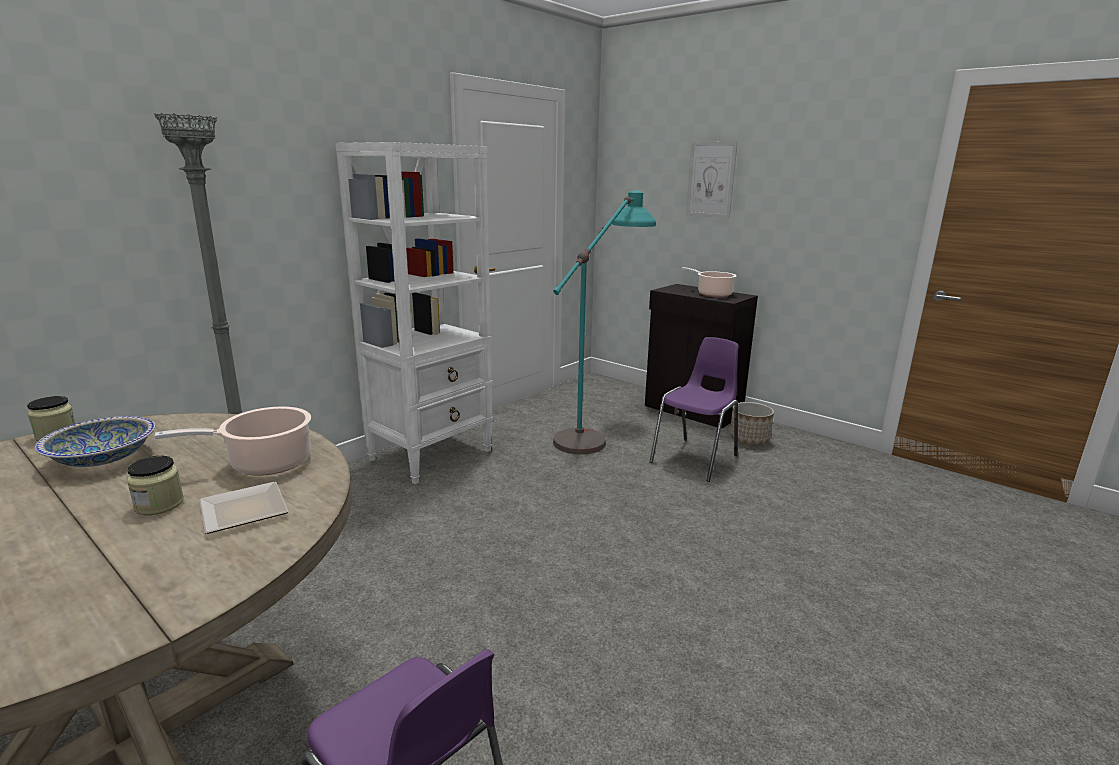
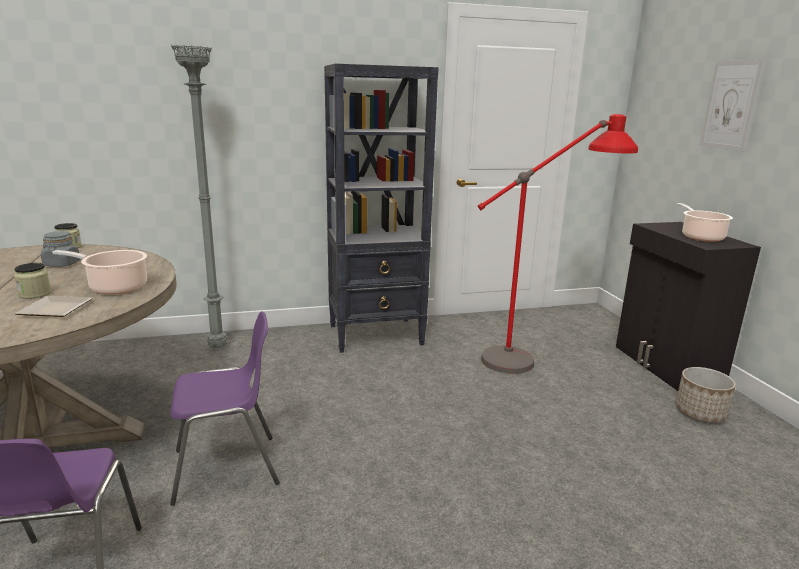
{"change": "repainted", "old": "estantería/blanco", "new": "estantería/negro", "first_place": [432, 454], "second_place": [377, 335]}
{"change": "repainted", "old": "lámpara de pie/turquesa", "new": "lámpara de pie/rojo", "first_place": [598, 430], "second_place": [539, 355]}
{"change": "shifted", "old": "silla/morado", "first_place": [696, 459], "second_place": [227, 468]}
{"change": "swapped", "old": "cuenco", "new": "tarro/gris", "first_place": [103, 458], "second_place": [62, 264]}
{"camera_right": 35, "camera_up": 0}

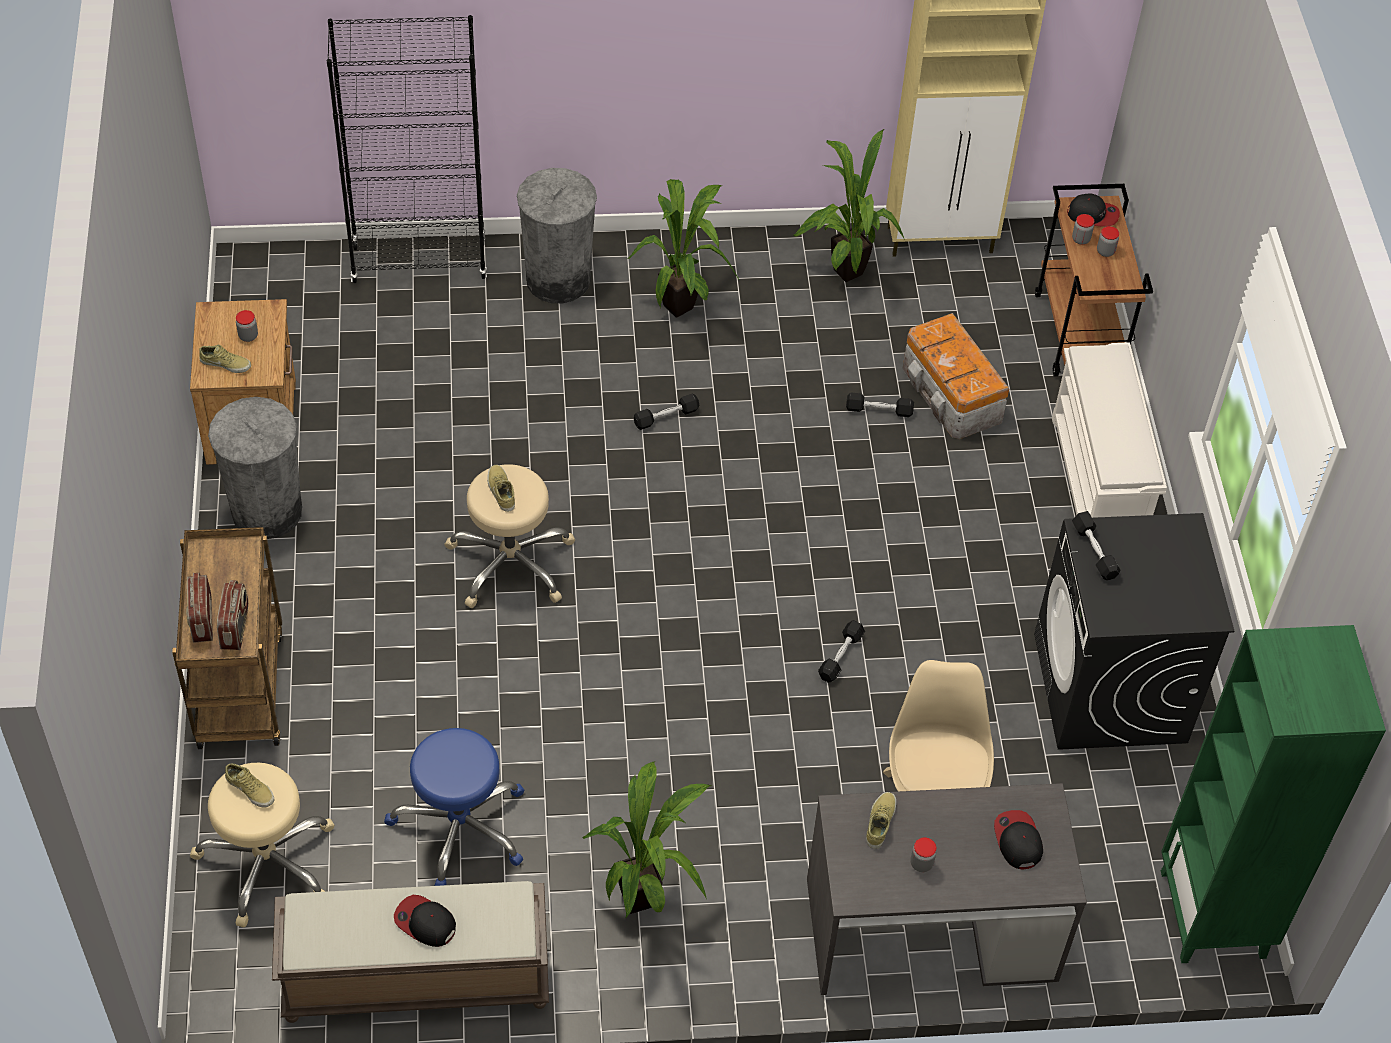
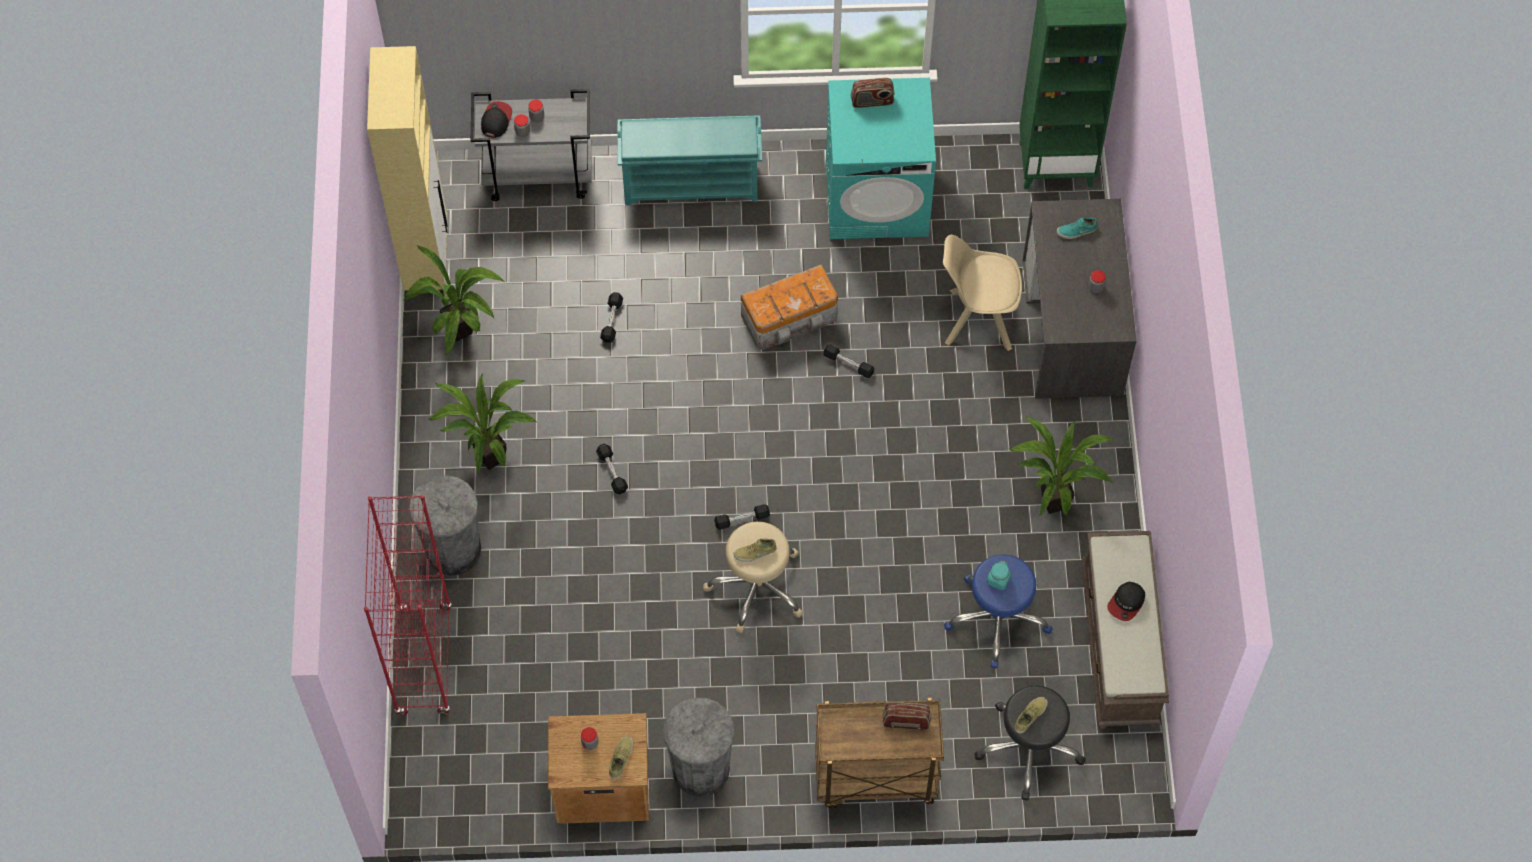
{"change": "repainted", "old": "estantería/negro", "new": "estantería/rojo", "first_place": [419, 262], "second_place": [424, 661]}
{"change": "repainted", "old": "carrito/marrón", "new": "carrito/gris", "first_place": [1080, 334], "second_place": [539, 175]}
{"change": "shifted", "old": "caja de almacenaje", "first_place": [951, 395], "second_place": [791, 318]}
{"change": "repainted", "old": "zapatero/blanco", "new": "zapatero/turquesa", "first_place": [1097, 484], "second_place": [692, 182]}
{"change": "shifted", "old": "mancuerna/negro", "first_place": [1094, 551], "second_place": [742, 520]}
{"change": "repainted", "old": "lavadora/negro", "new": "lavadora/turquesa", "first_place": [1110, 689], "second_place": [877, 198]}
{"change": "shifted", "old": "radio", "first_place": [202, 620], "second_place": [872, 101]}
{"change": "repainted", "old": "taburete/beis", "new": "taburete/negro", "first_place": [268, 861], "second_place": [1029, 747]}
{"change": "gone", "old": "zapato/beis", "first_place": [879, 822]}
{"change": "swapped", "old": "gorra", "new": "zapato/turquesa", "first_place": [1017, 841], "second_place": [1076, 231]}
{"change": "new", "new": "tarro/turquesa", "second_place": [998, 580]}
{"camera_right": -85, "camera_up": 10}

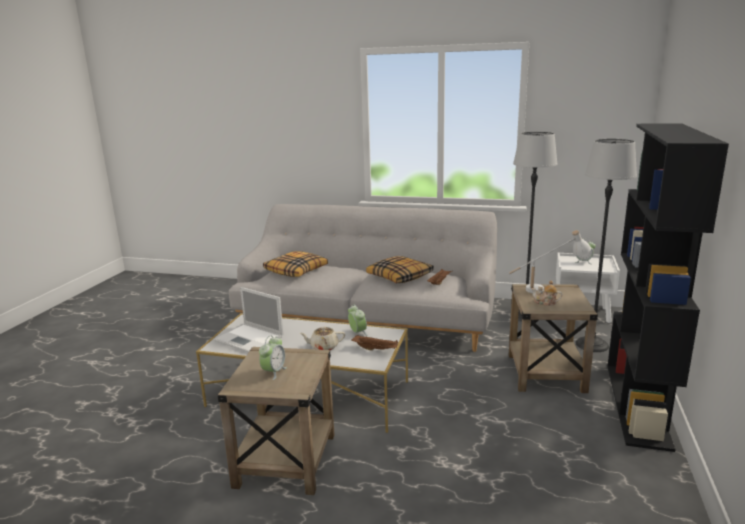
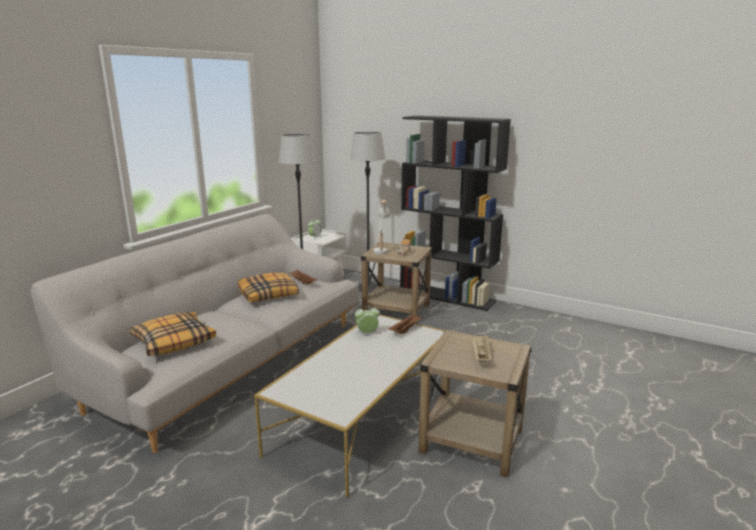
{"change": "gone", "old": "portátil", "first_place": [250, 339]}
{"change": "gone", "old": "tetera/beis", "first_place": [323, 347]}
{"change": "swapped", "old": "despertador", "new": "bandeja/beis", "first_place": [273, 372], "second_place": [480, 355]}
{"camera_right": -75, "camera_up": 0}

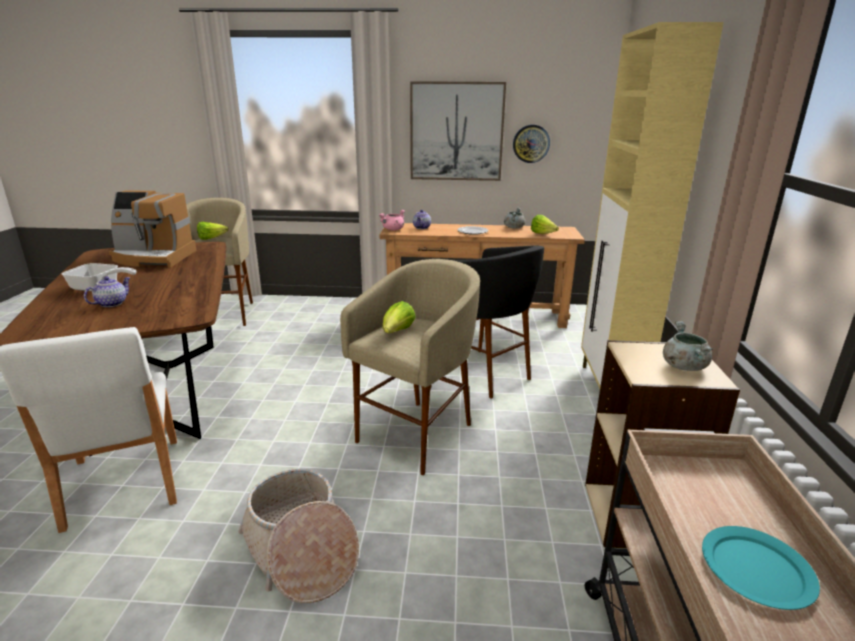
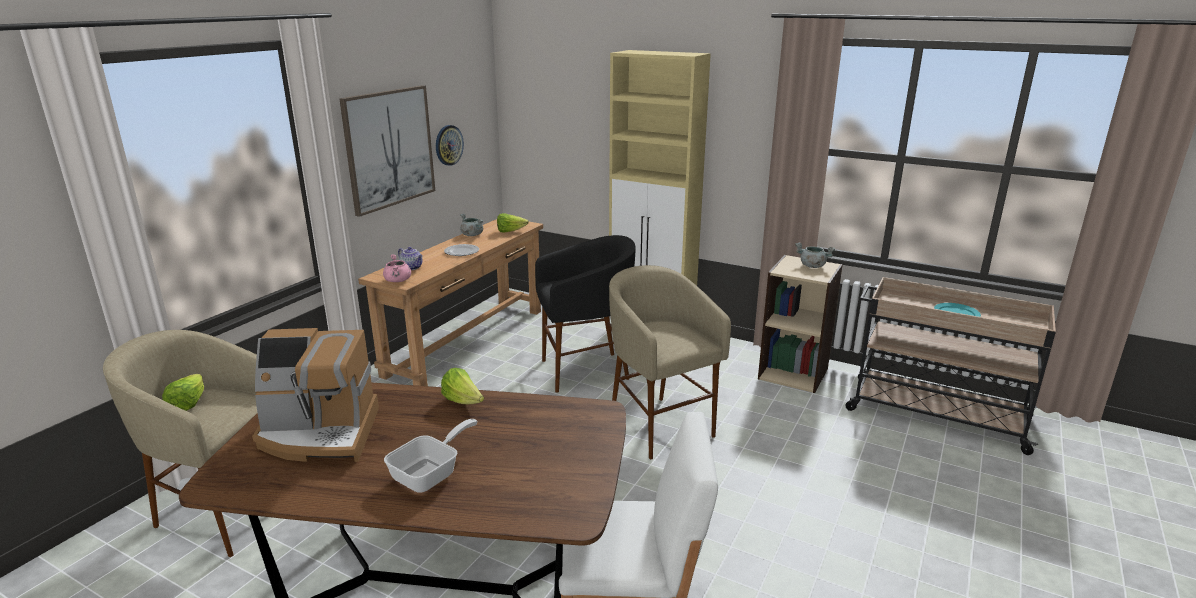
{"change": "rotated", "old": "cafetera", "first_place": [153, 257], "second_place": [320, 434], "degrees": 60}
{"change": "gone", "old": "tetera", "first_place": [111, 303]}
{"change": "shifted", "old": "lechuga", "first_place": [397, 332], "second_place": [463, 401]}
{"change": "gone", "old": "cesta", "first_place": [301, 552]}
{"camera_right": -65, "camera_up": 0}

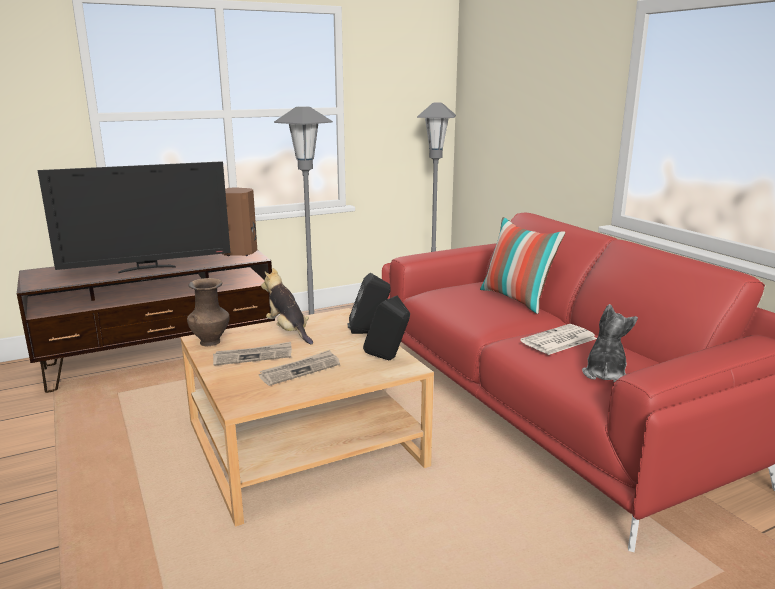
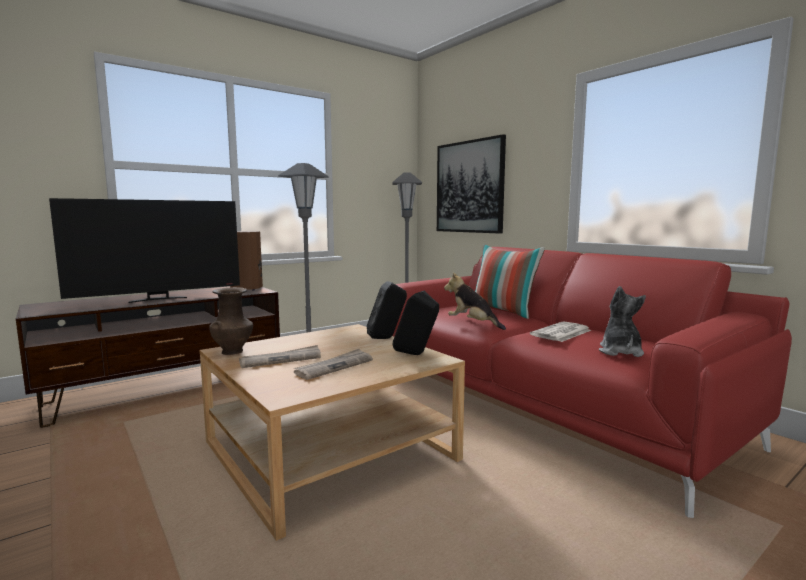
{"change": "shifted", "old": "peluche", "first_place": [288, 331], "second_place": [472, 324]}
{"change": "new", "new": "cuadro", "second_place": [469, 187]}
{"camera_right": -10, "camera_up": -10}

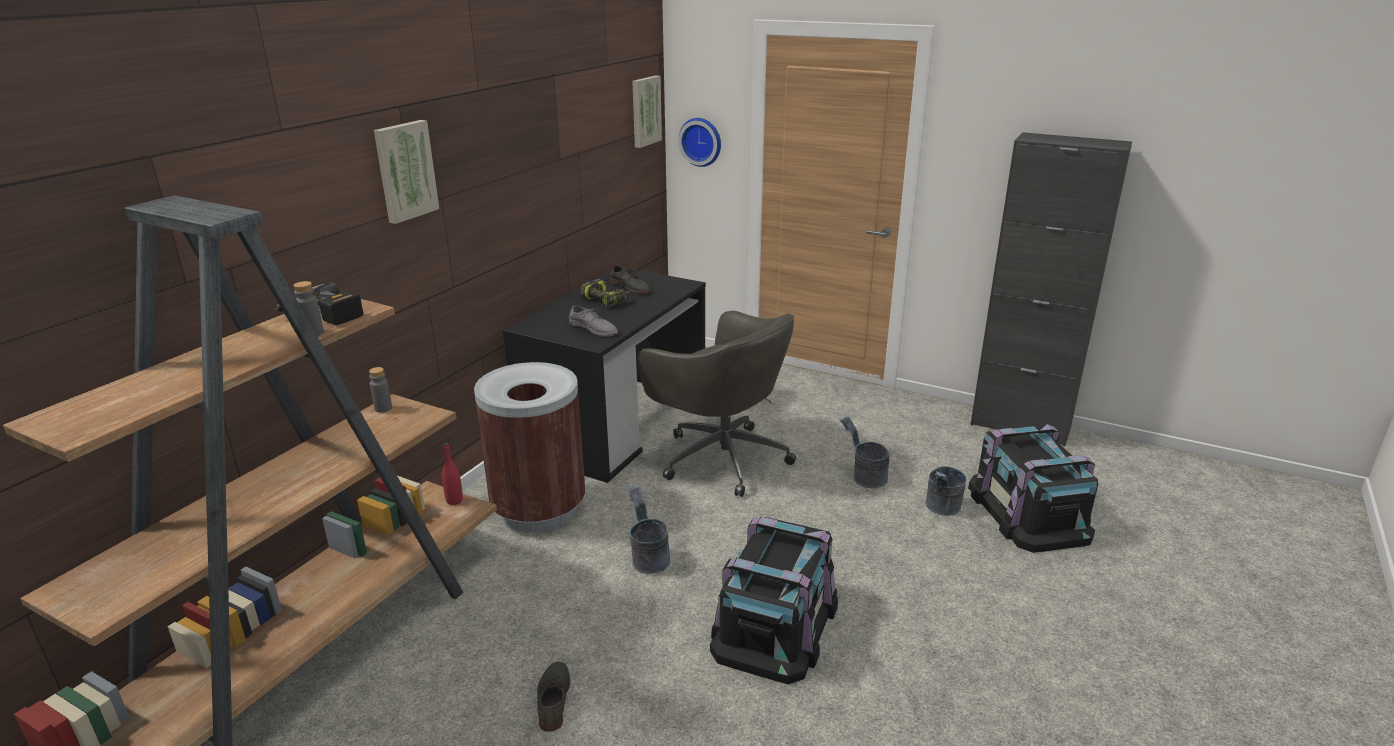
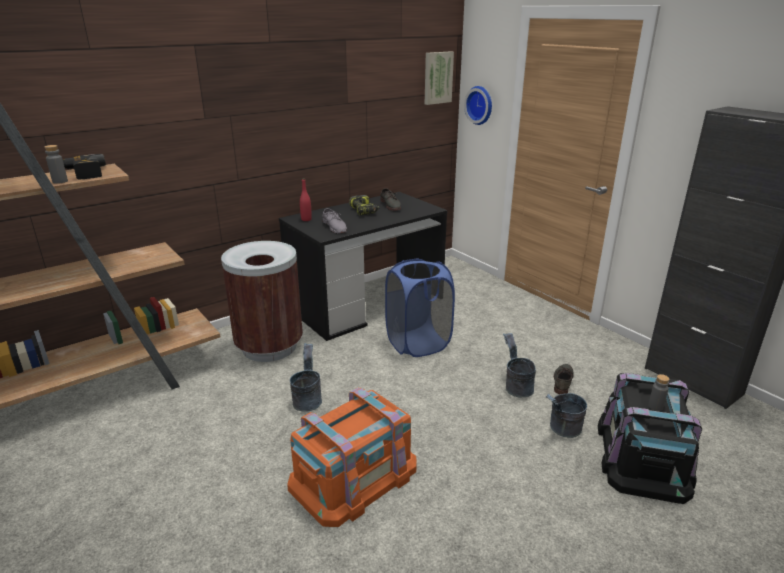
{"change": "gone", "old": "cuadro", "first_place": [404, 171]}
{"change": "swapped", "old": "silla de oficina/gris", "new": "cesto de la ropa/azul", "first_place": [721, 457], "second_place": [418, 343]}
{"change": "shifted", "old": "botella/gris", "first_place": [383, 408], "second_place": [655, 407]}
{"change": "shifted", "old": "botella/rojo", "first_place": [454, 500], "second_place": [306, 219]}
{"change": "repainted", "old": "caja de almacenaje/negro", "new": "caja de almacenaje/naranja", "first_place": [776, 623], "second_place": [354, 476]}
{"change": "shifted", "old": "zapato/gris", "first_place": [553, 698], "second_place": [562, 381]}
{"camera_right": 25, "camera_up": 0}

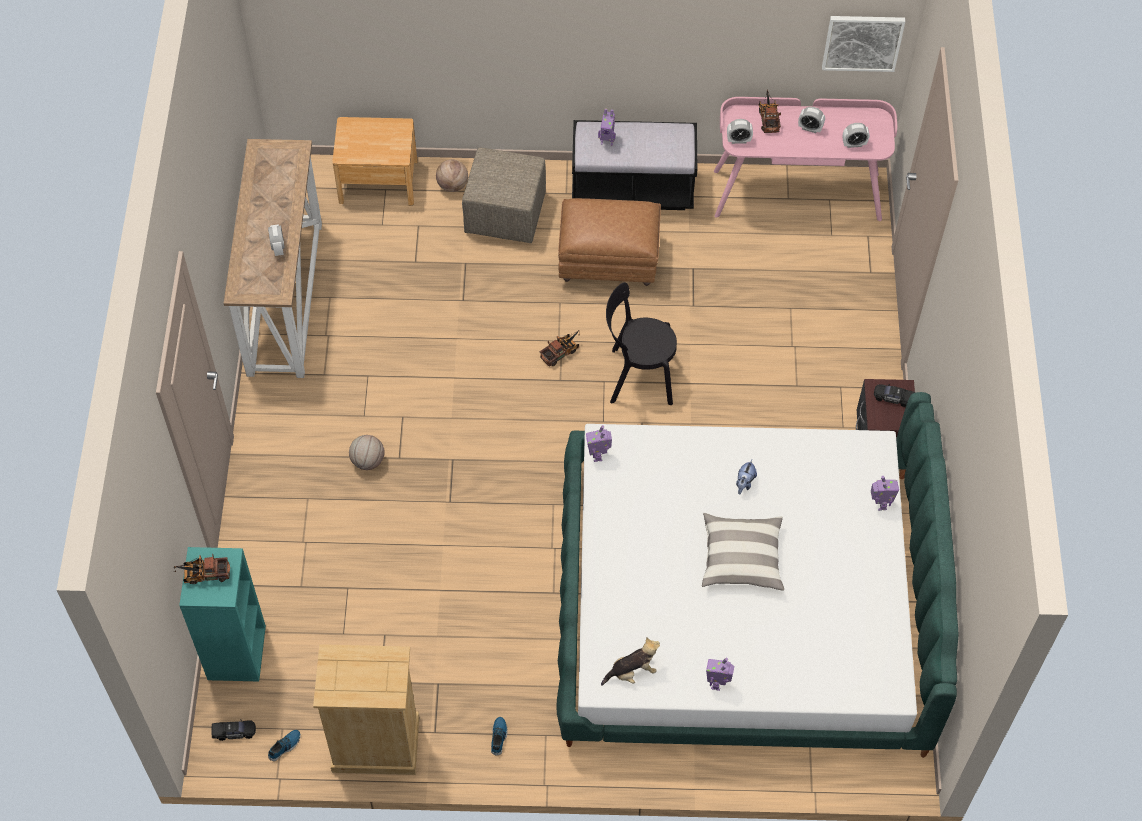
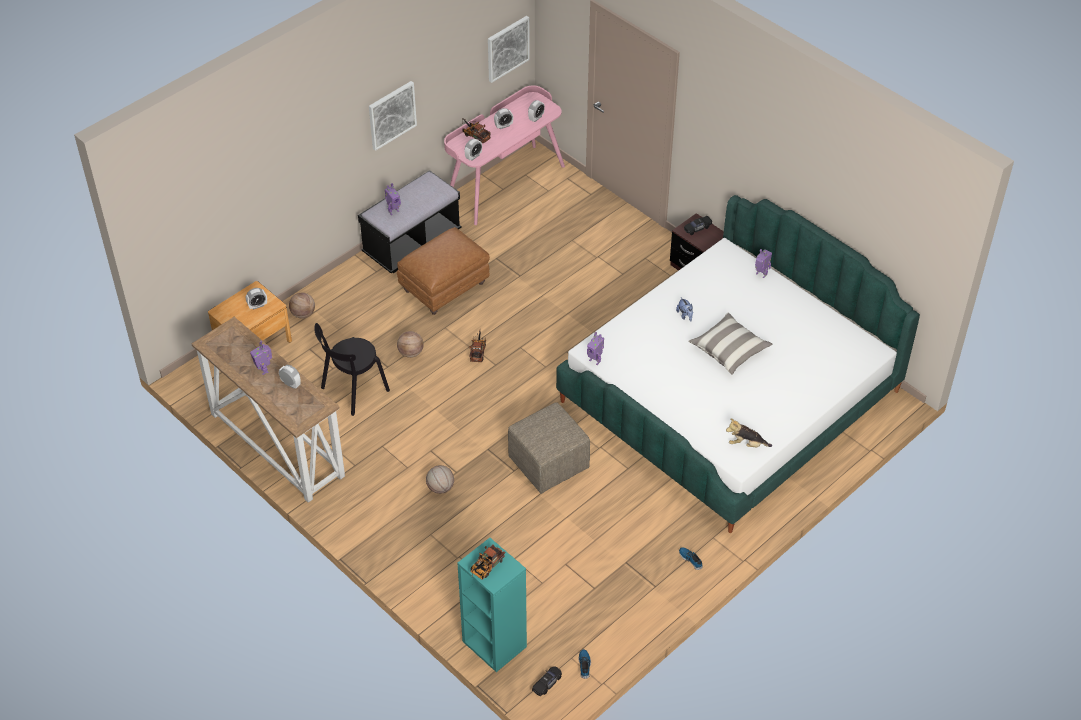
{"change": "shifted", "old": "puf/beis", "first_place": [506, 214], "second_place": [549, 463]}
{"change": "shifted", "old": "silla/negro", "first_place": [637, 376], "second_place": [352, 391]}
{"change": "rotated", "old": "peluche", "first_place": [632, 672], "second_place": [746, 444], "degrees": -105}
{"change": "gone", "old": "cómoda/beis", "first_place": [375, 745]}
{"change": "shifted", "old": "robot de juguete", "first_place": [717, 683], "second_place": [264, 370]}
{"change": "new", "new": "cuadro", "second_place": [391, 115]}
{"change": "new", "new": "despertador", "second_place": [257, 305]}
{"change": "new", "new": "balón de baloncesto", "second_place": [410, 353]}
{"camera_right": -45, "camera_up": -10}

